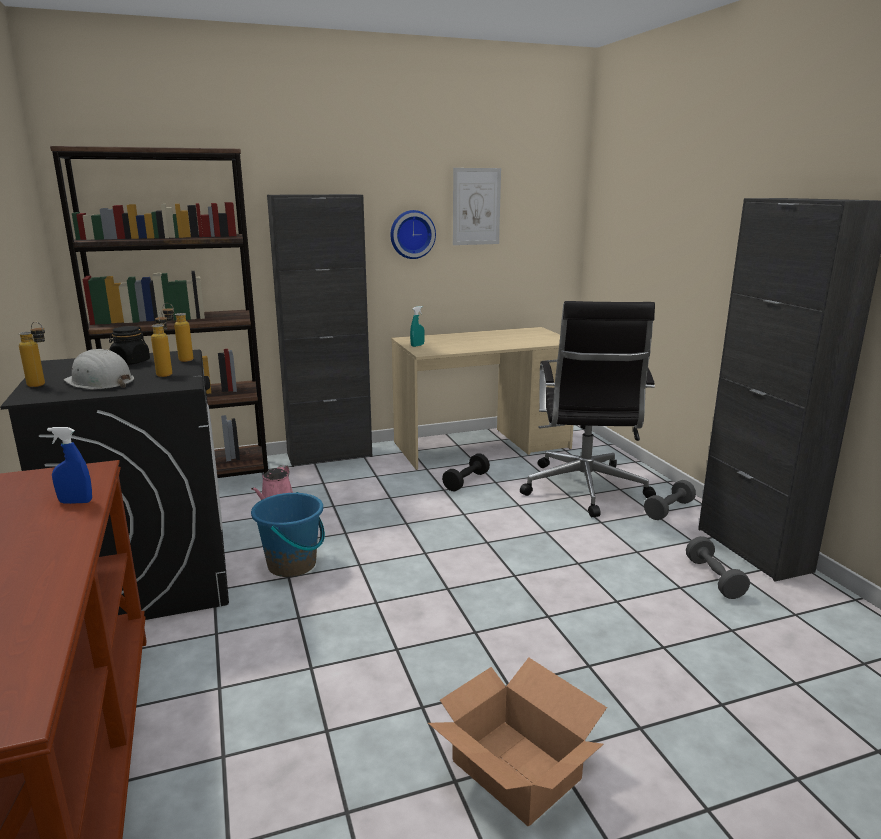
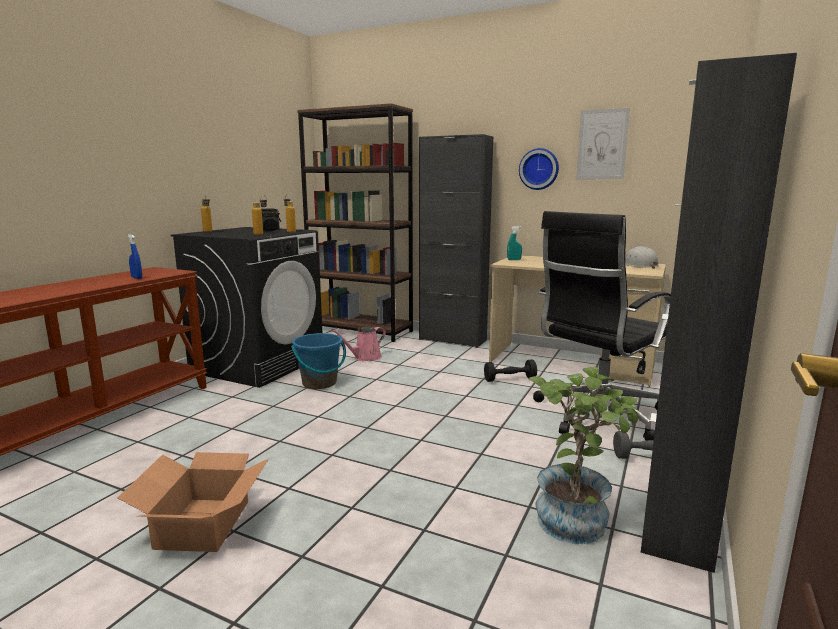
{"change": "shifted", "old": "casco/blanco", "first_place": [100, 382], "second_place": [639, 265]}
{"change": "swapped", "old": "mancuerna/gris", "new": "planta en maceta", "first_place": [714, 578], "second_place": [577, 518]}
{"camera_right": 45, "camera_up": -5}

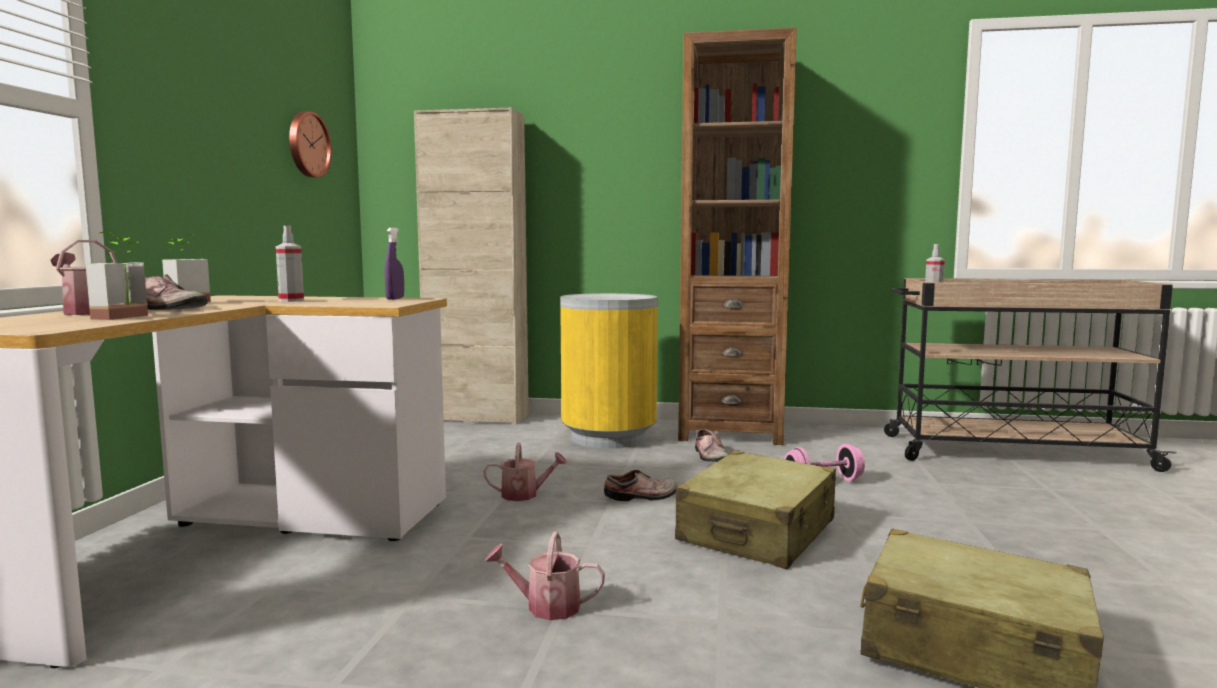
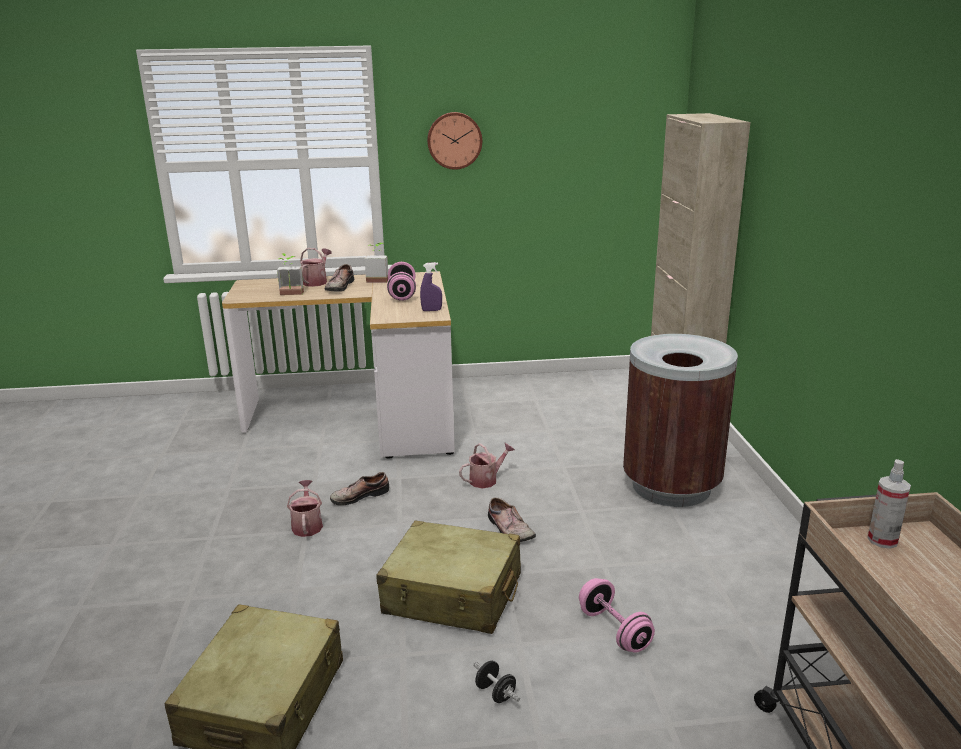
{"change": "gone", "old": "estantería/marrón", "first_place": [730, 432]}
{"change": "shifted", "old": "reloj de pared", "first_place": [307, 144], "second_place": [454, 140]}
{"change": "swapped", "old": "pulverizador", "new": "mancuerna/rosa", "first_place": [291, 300], "second_place": [402, 294]}
{"change": "repainted", "old": "papelera/amarillo", "new": "papelera/marrón", "first_place": [609, 438], "second_place": [671, 486]}
{"change": "shifted", "old": "zapato", "first_place": [709, 456], "second_place": [359, 495]}
{"change": "rotated", "old": "regadera", "first_place": [525, 494], "second_place": [486, 479], "degrees": -105}
{"change": "new", "new": "mancuerna/negro", "second_place": [495, 693]}
{"camera_right": 75, "camera_up": 15}

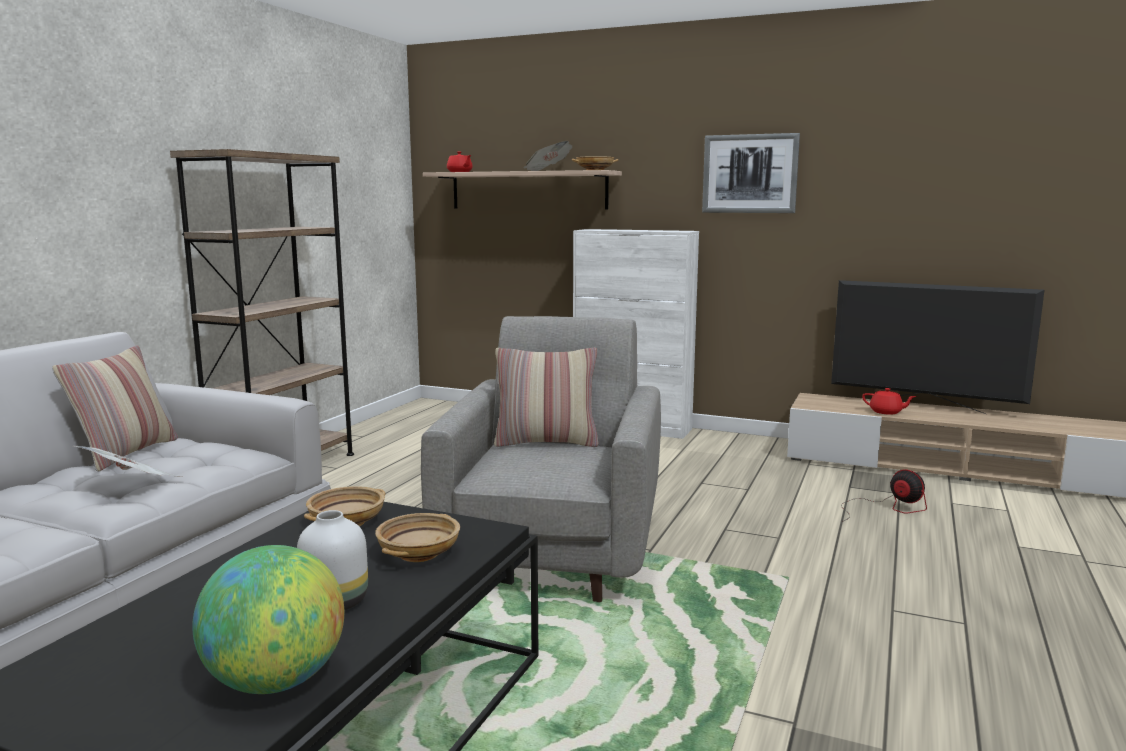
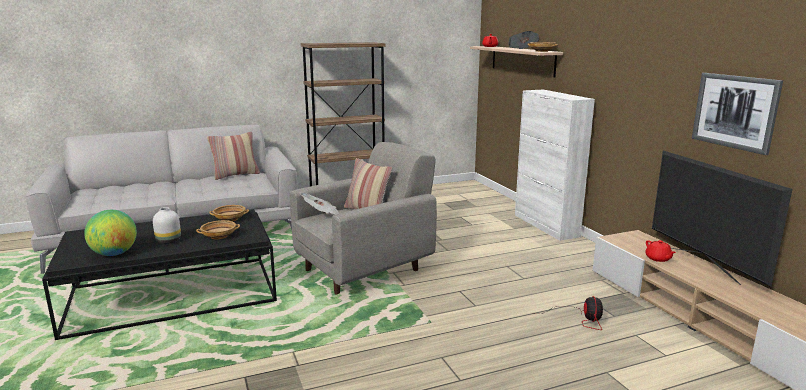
{"change": "shifted", "old": "cuadro", "first_place": [750, 174], "second_place": [735, 111]}
{"change": "shifted", "old": "periódico", "first_place": [132, 485], "second_place": [321, 214]}
{"camera_right": 45, "camera_up": 5}

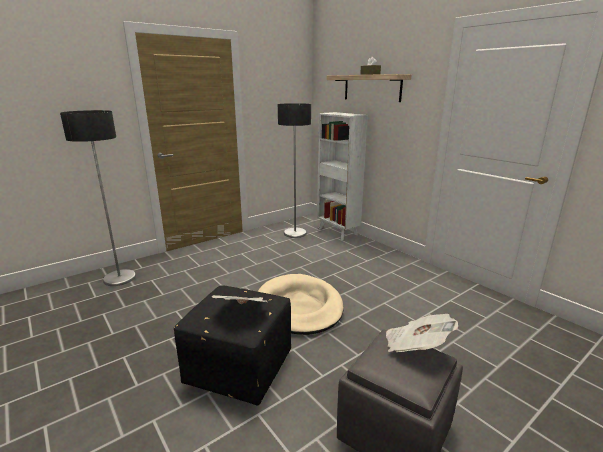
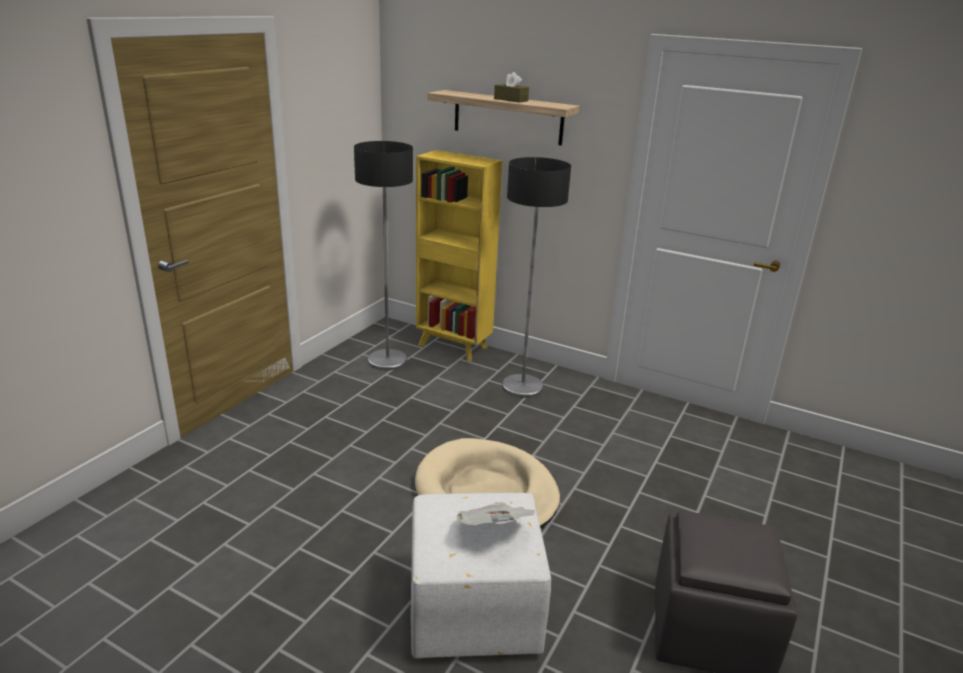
{"change": "shifted", "old": "lámpara de pie", "first_place": [120, 278], "second_place": [522, 386]}
{"change": "repainted", "old": "estantería/blanco", "new": "estantería/amarillo", "first_place": [338, 232], "second_place": [454, 347]}
{"change": "repainted", "old": "puf/negro", "new": "puf/blanco", "first_place": [238, 370], "second_place": [473, 614]}
{"change": "gone", "old": "periódico", "first_place": [415, 347]}
{"camera_right": -25, "camera_up": 5}

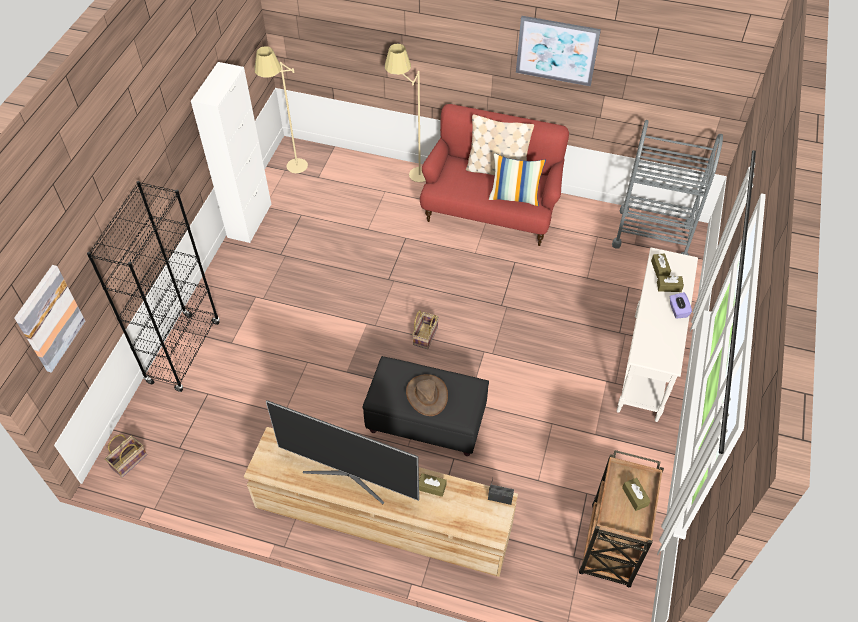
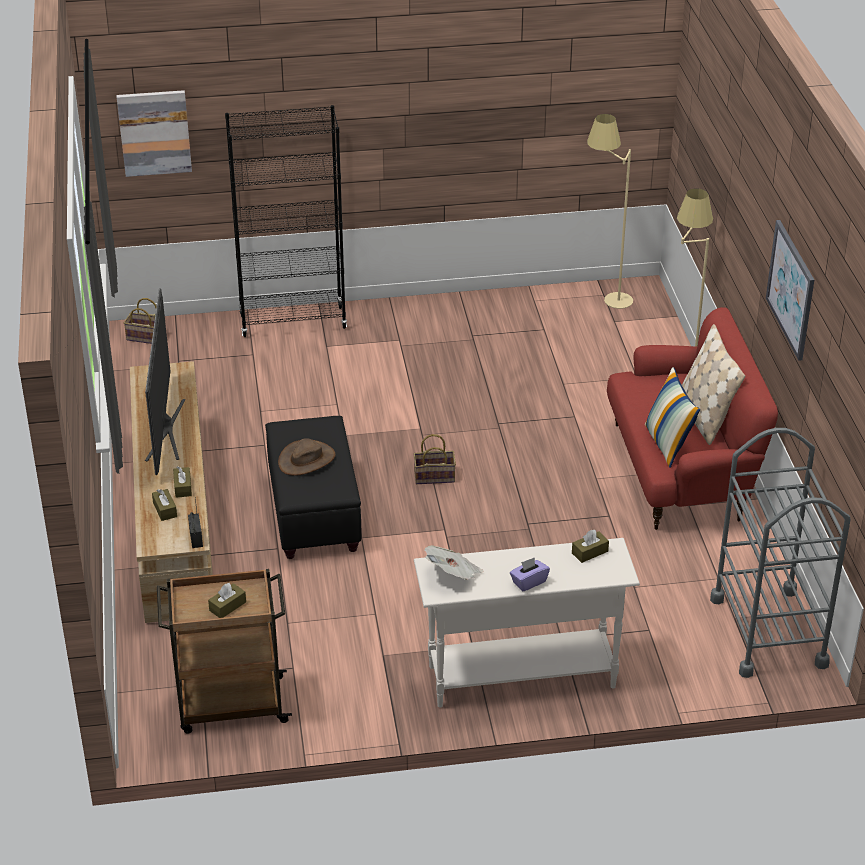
{"change": "gone", "old": "armario/blanco", "first_place": [249, 220]}
{"change": "shifted", "old": "caja de pañuelos/marrón", "first_place": [669, 287], "second_place": [165, 510]}
{"change": "new", "new": "periódico", "second_place": [453, 574]}
{"camera_right": 65, "camera_up": -15}

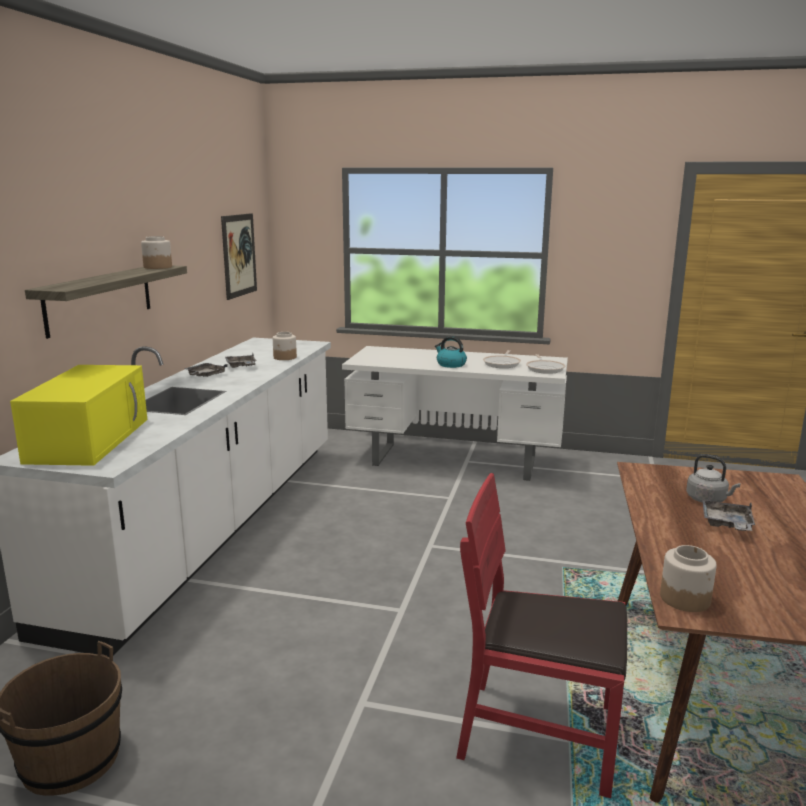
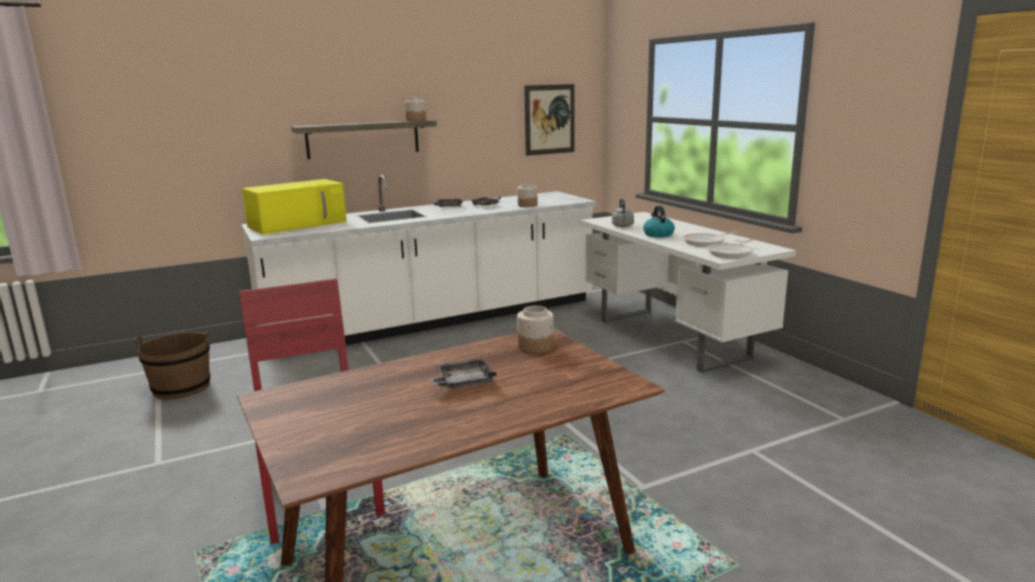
{"change": "shifted", "old": "hervidor/gris", "first_place": [708, 500], "second_place": [622, 226]}
{"change": "shifted", "old": "tarro", "first_place": [685, 598], "second_place": [536, 346]}
{"camera_right": 50, "camera_up": 0}

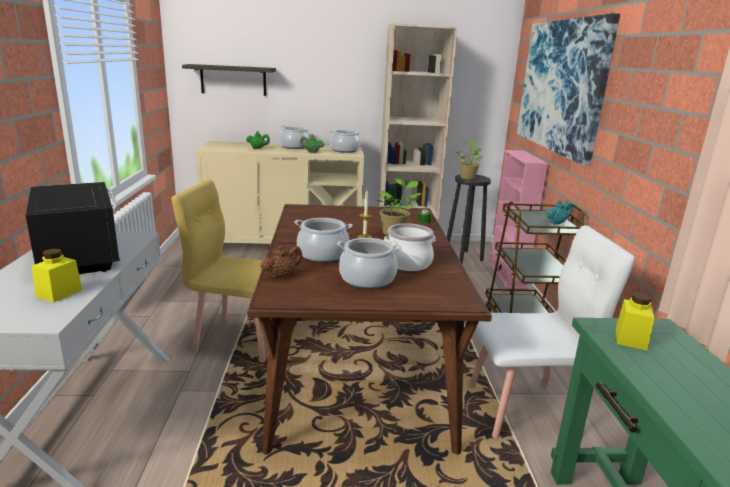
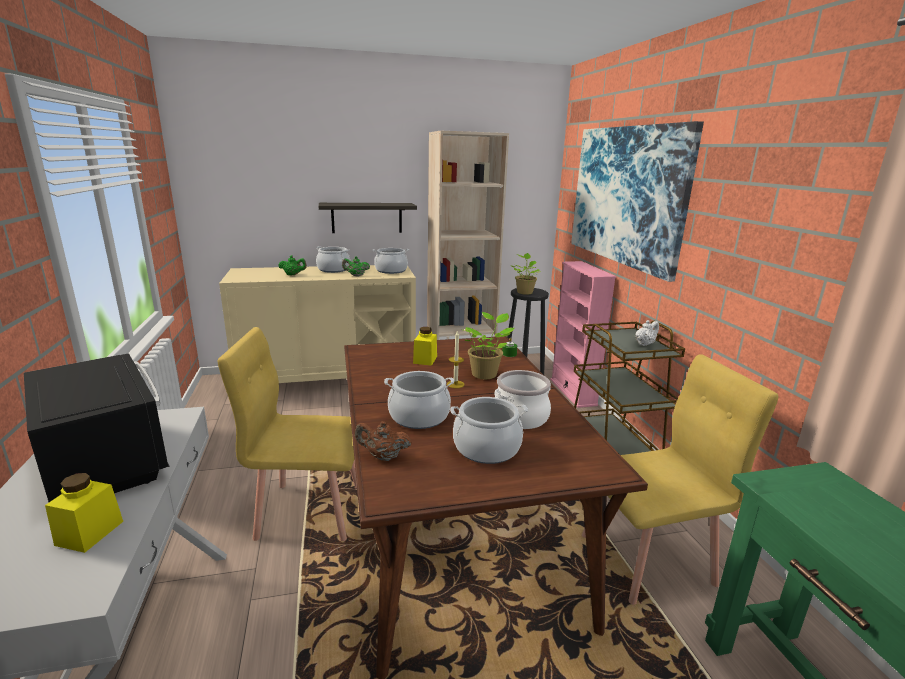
{"change": "shifted", "old": "estante", "first_place": [233, 80], "second_place": [367, 217]}
{"change": "repainted", "old": "tetera/turquesa", "new": "tetera/blanco", "first_place": [556, 223], "second_place": [644, 344]}
{"change": "repainted", "old": "silla/blanco", "new": "silla/amarillo", "first_place": [523, 409], "second_place": [648, 559]}
{"change": "rotated", "old": "tetera/marrón", "first_place": [281, 276], "second_place": [383, 456], "degrees": -120}
{"change": "shifted", "old": "tarro/amarillo", "first_place": [630, 339], "second_place": [425, 360]}
{"camera_right": -10, "camera_up": 0}

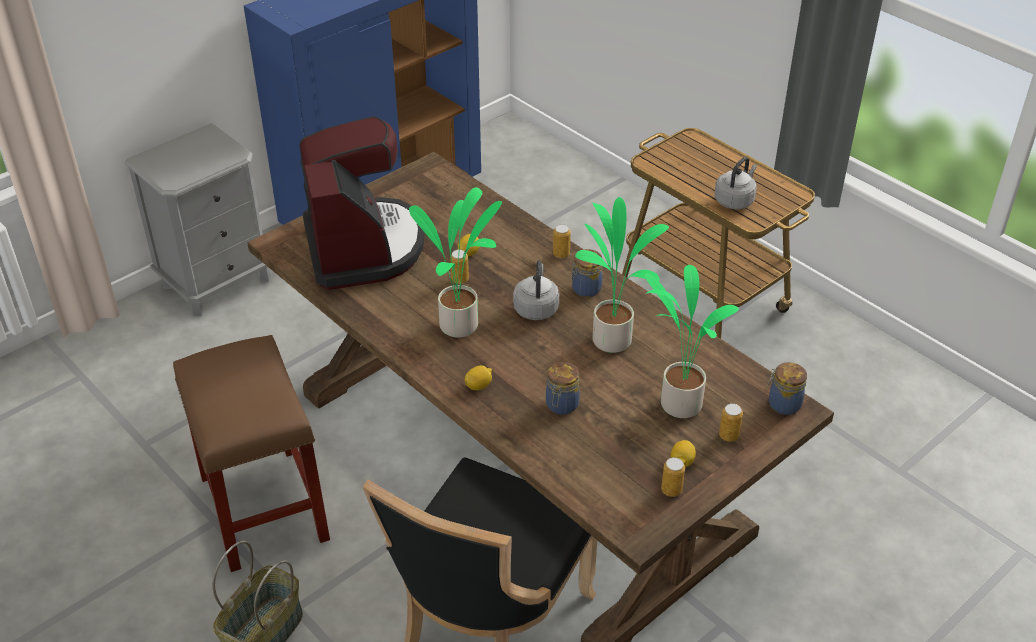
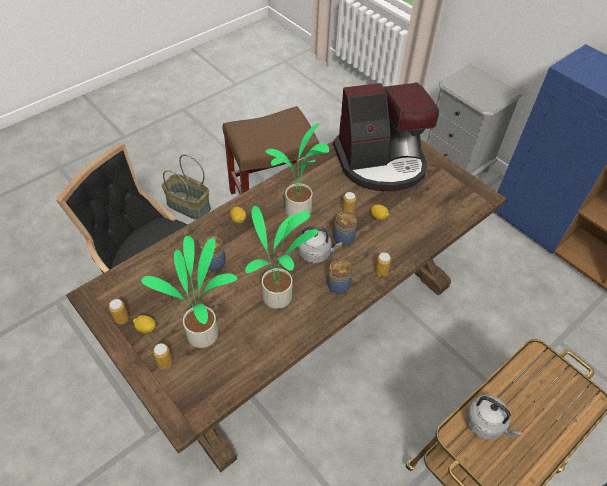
{"change": "shifted", "old": "tarro", "first_place": [782, 404], "second_place": [344, 237]}
{"camera_right": 90, "camera_up": 10}

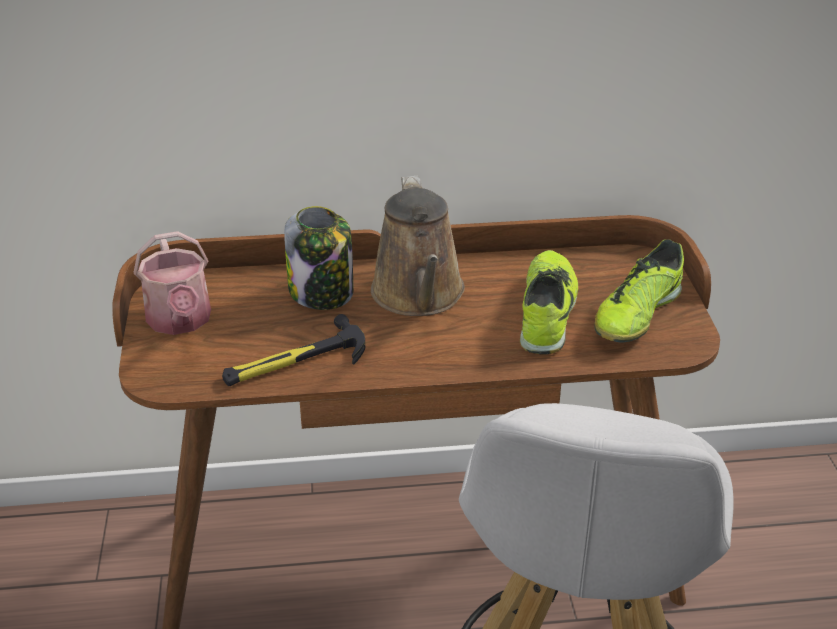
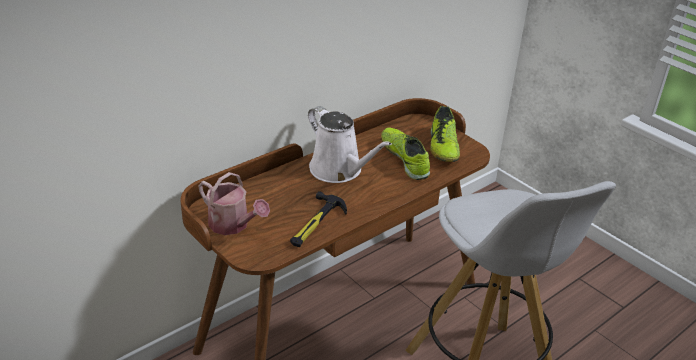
{"change": "repainted", "old": "regadera/marrón", "new": "regadera/blanco", "first_place": [419, 296], "second_place": [339, 170]}
{"change": "gone", "old": "tarro", "first_place": [322, 293]}
{"camera_right": -35, "camera_up": 0}

